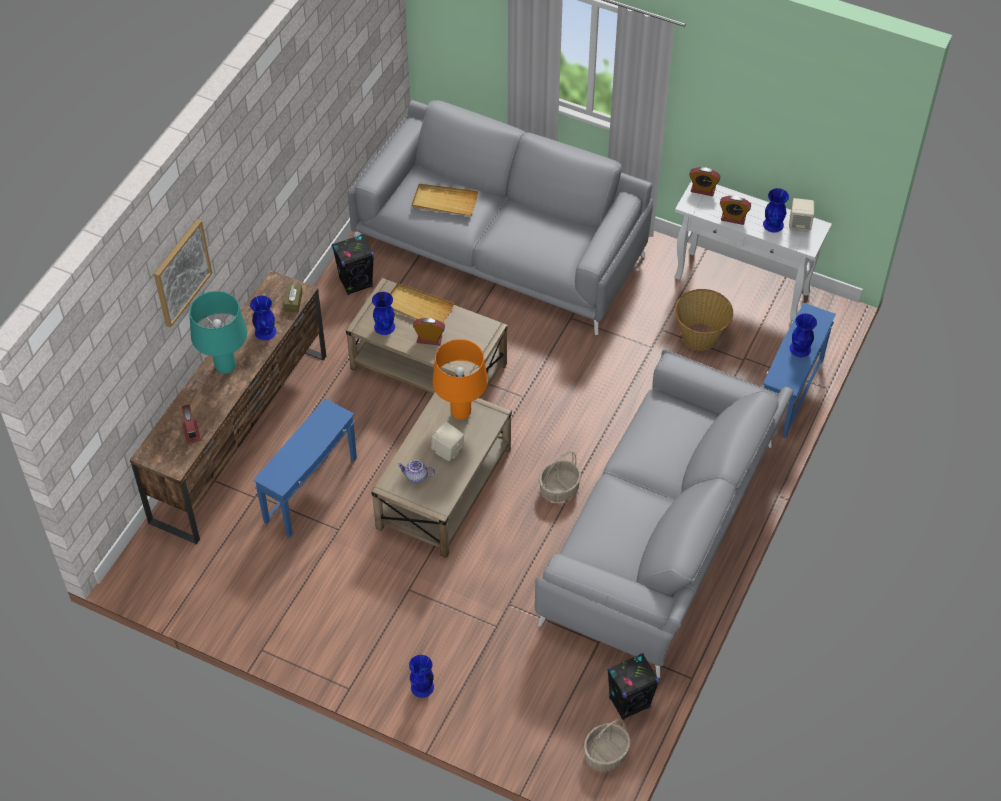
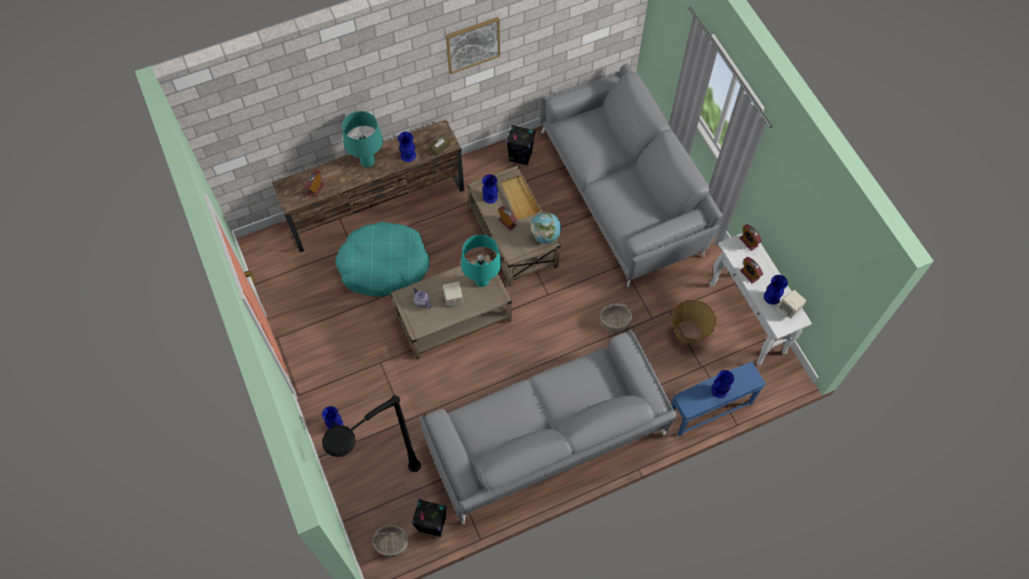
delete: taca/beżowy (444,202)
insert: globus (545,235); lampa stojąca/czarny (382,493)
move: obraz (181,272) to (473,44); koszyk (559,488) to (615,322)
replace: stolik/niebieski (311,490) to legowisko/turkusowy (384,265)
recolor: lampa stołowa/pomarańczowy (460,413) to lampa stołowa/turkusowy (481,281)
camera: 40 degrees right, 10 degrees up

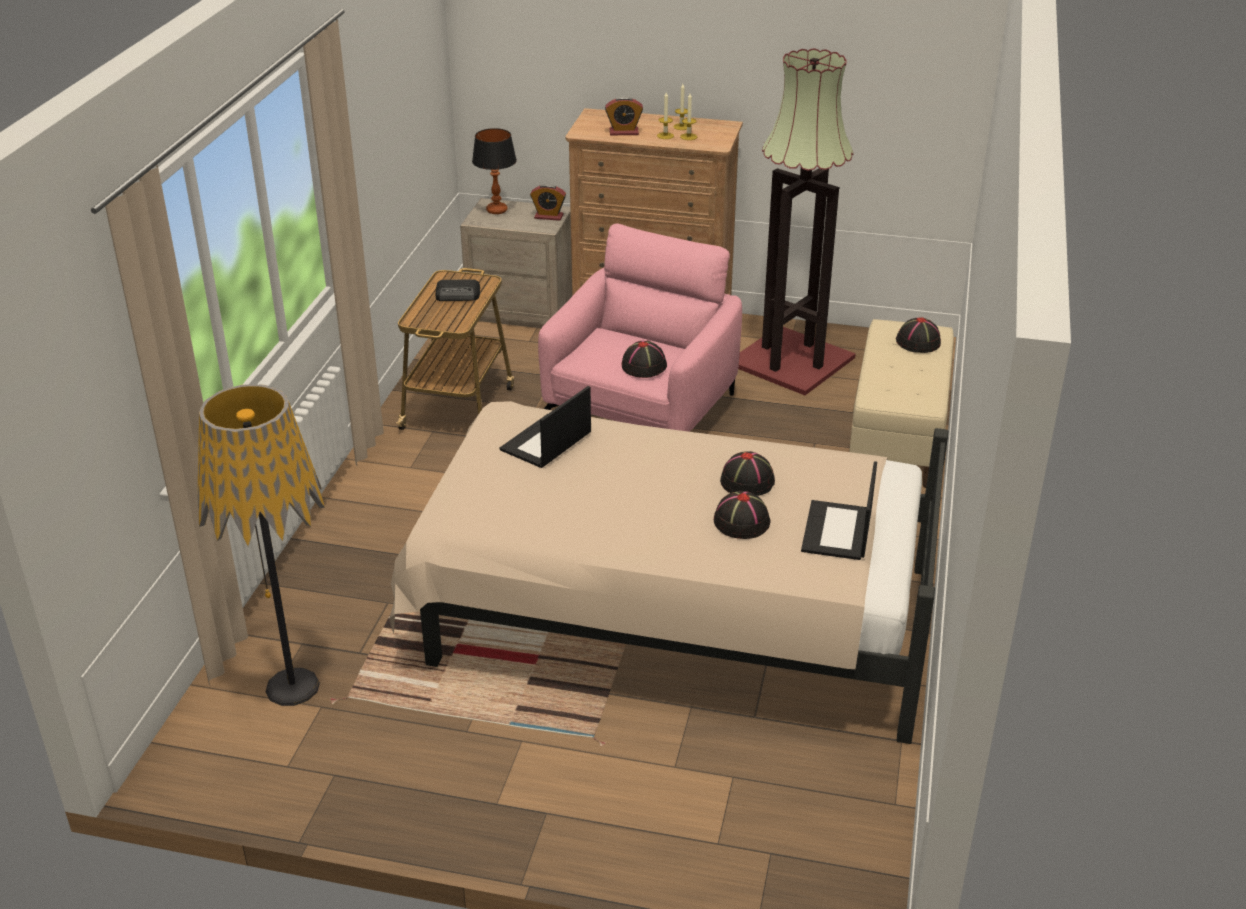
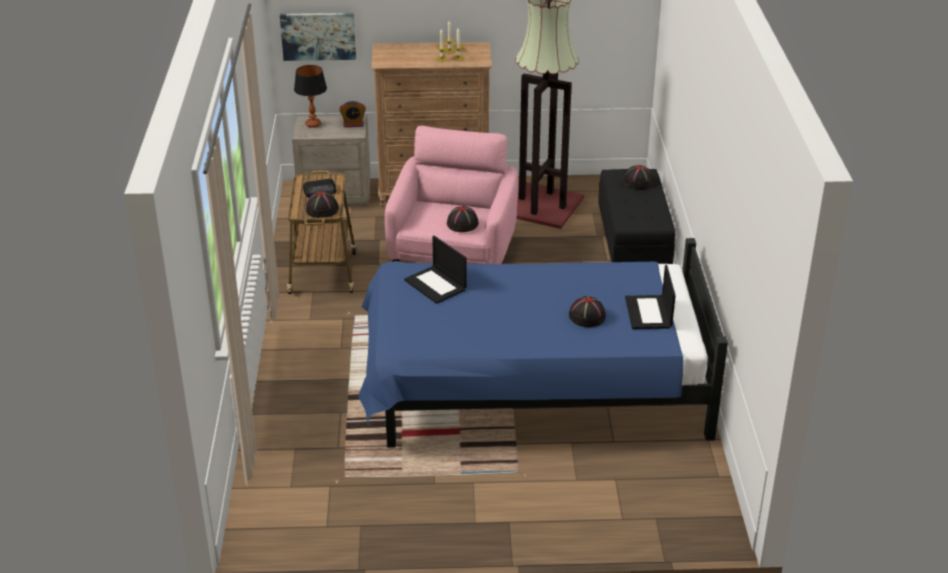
delete: budzik (624,132); lampa stojąca (292,687)
insert: obraz (318,36)
move: kapelusz/czarny (747,481) to (322,209)
recolor: ławka/beżowy (898,436) to ławka/czarny (633,248); łóżko/beżowy (667,611) to łóżko/niebieski (530,386)
rotate: laptop (546,442) = (436,285) 60 degrees counterclockwise
camera: 15 degrees left, 0 degrees up

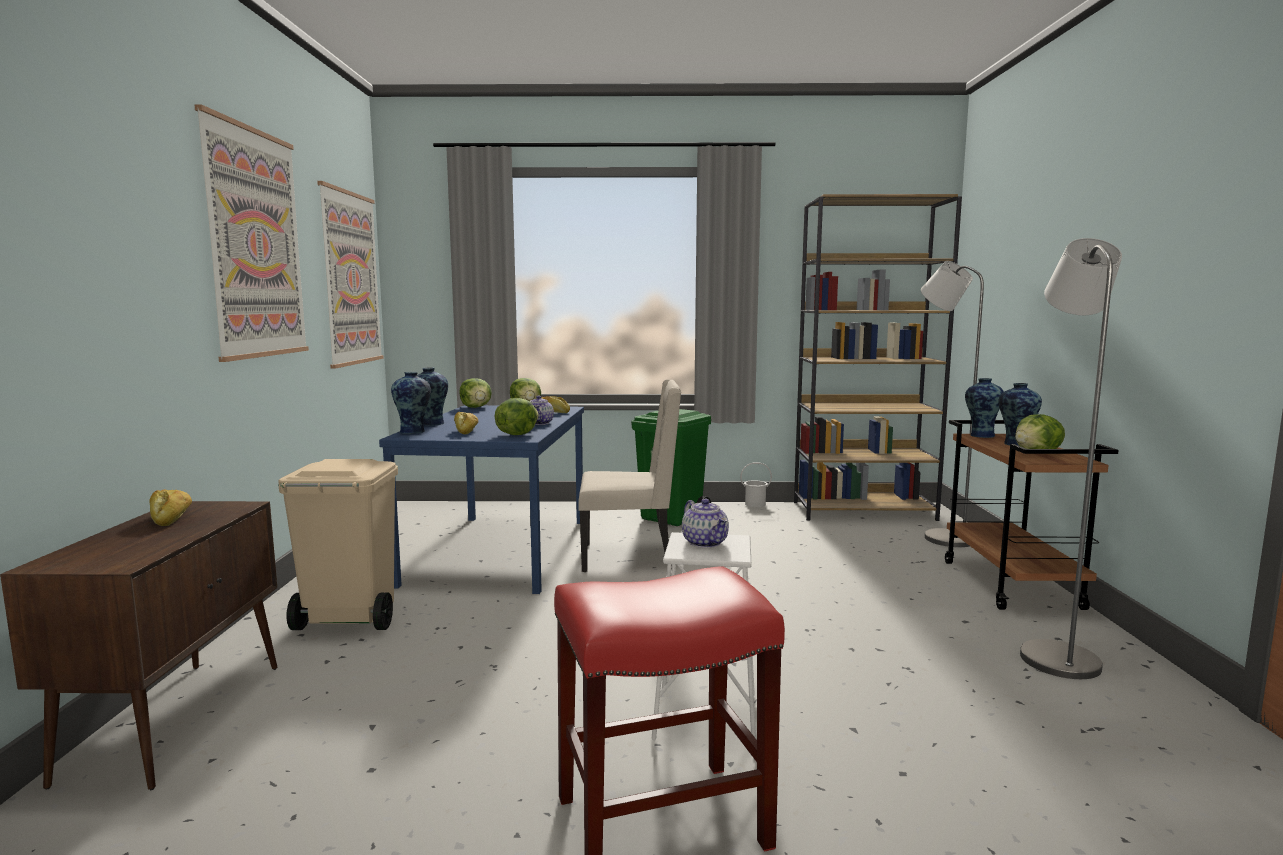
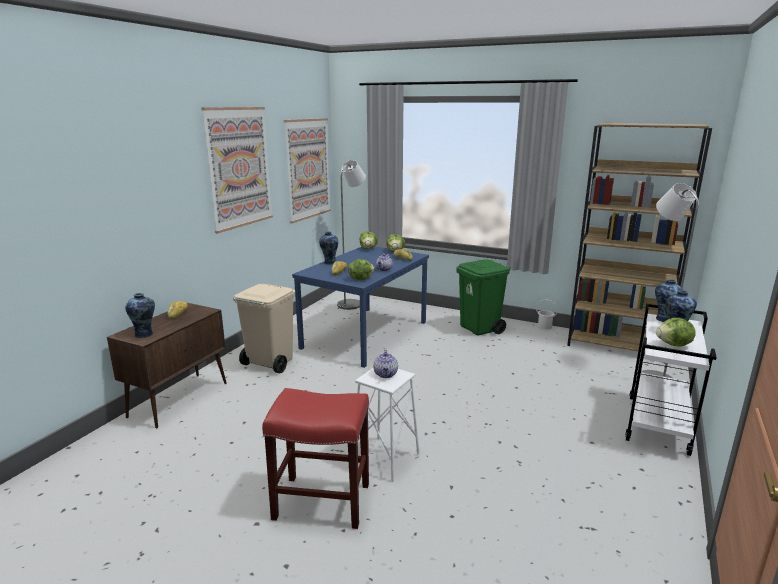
delete: krzesło/beżowy (629,557)
move: lampa stojąca/szary (1054,654) to (352,303); wazon (413,431) to (145,334)
recolor: wózek/brązowy (1012,585) to wózek/biały (658,425)
camera: 25 degrees right, 10 degrees up

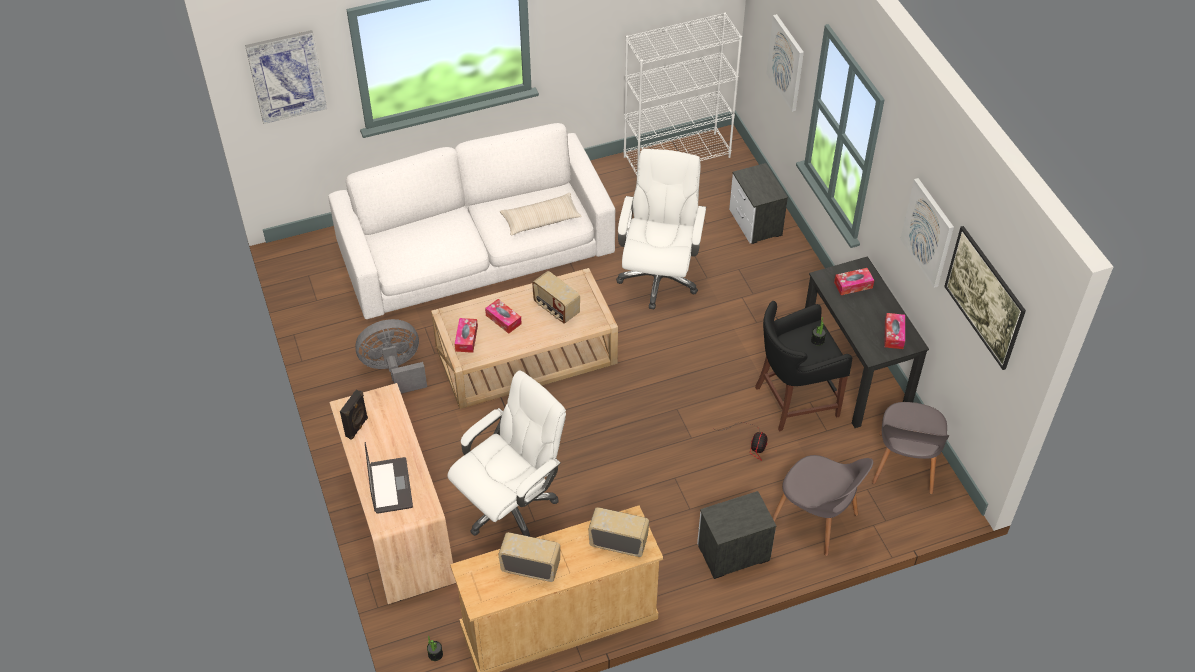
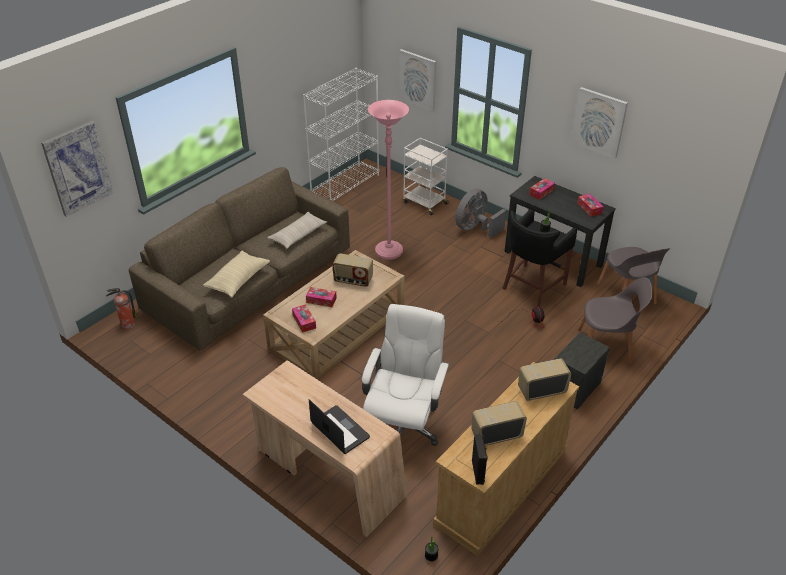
delete: obraz (980,312)
insert: poduszka/beżowy (238,280); gaśnica (127,325)
move: wentylator/szary (394,370) to (475,228); głośnik/czarny (357,427) to (478,472)
replace: krzesło biurowe/biały (658,277) to lampa stojąca/różowy (389,251); szafka nocna (755,223) to wózek/biały (424,203)
recolor: kanapa/biały (476,249) to kanapa/brązowy (250,279)
camera: 30 degrees left, 10 degrees down

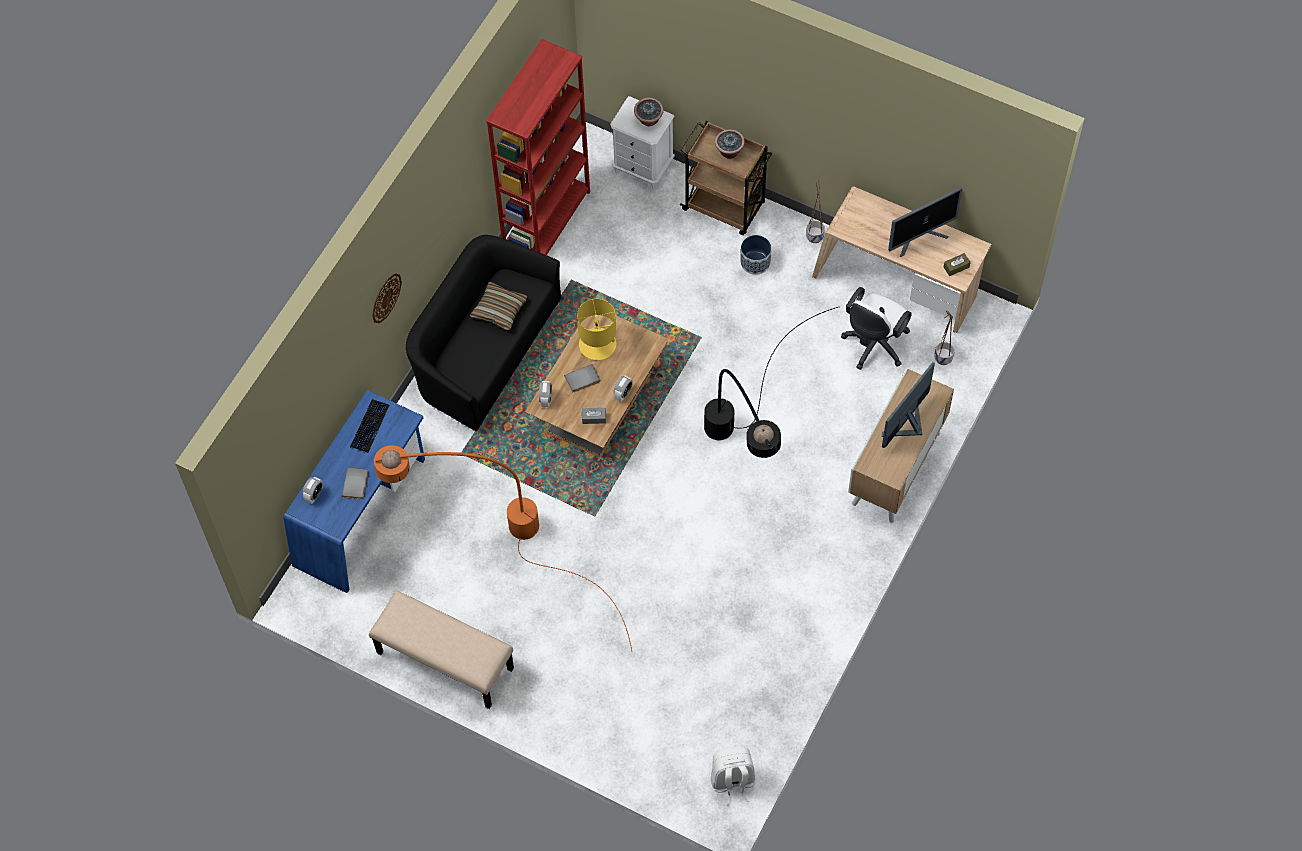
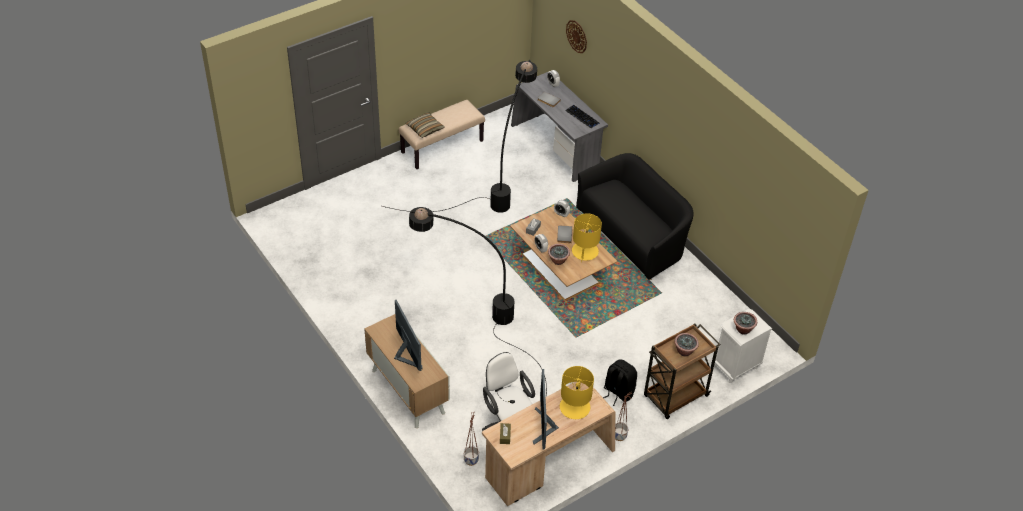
delete: regał/czerwony (547,221); plecak/biały (732,781)
insert: roślina doniczkowa (558,261); lampa stołowa/żółty (575,407)
move: zegar ścienny (386,297) to (576,36); poduszka (499,310) to (425,129)
replace: donica (755,262) to plecak/czarny (618,392)
recolor: biurko/niebieski (363,513) to biurko/szary (556,148); lampa stojąca/pomarańczowy (490,548) to lampa stojąca/czarny (496,187)
camera: 115 degrees right, 15 degrees down

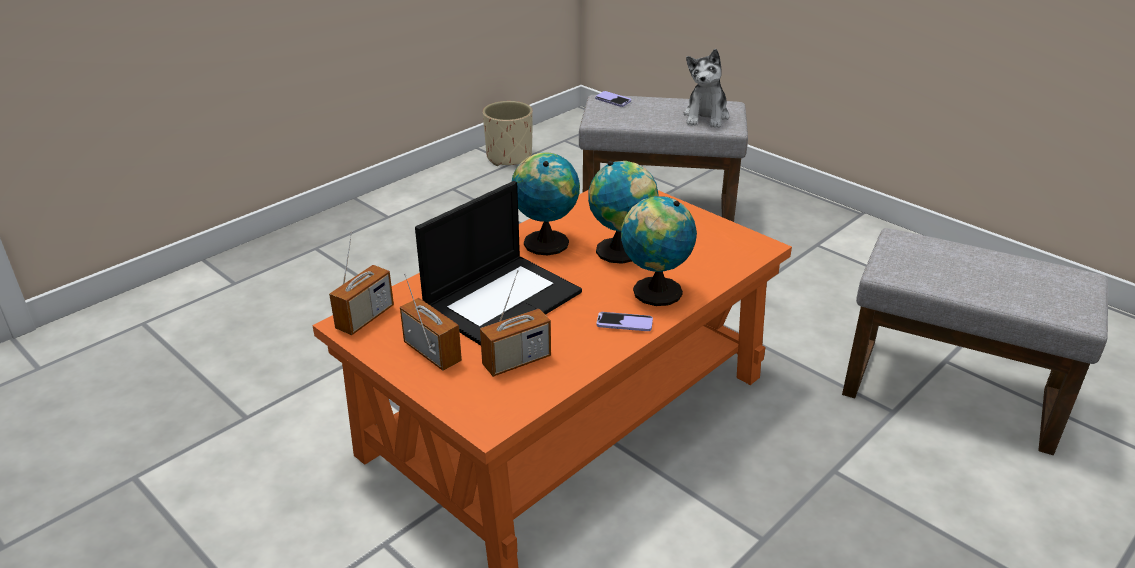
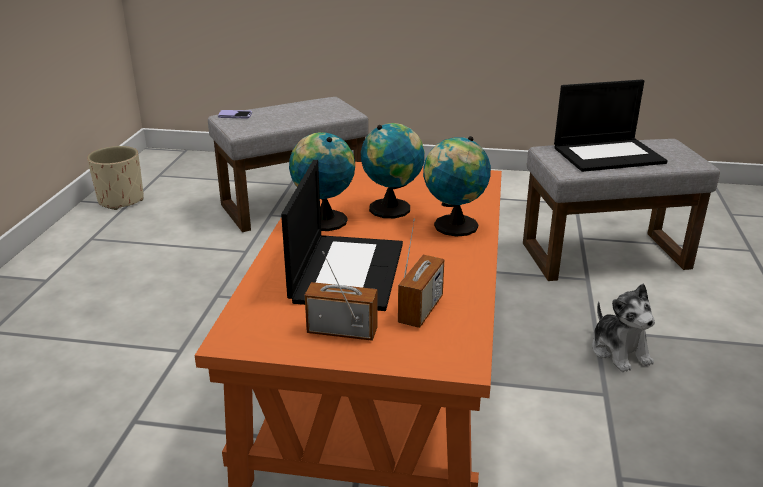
delete: radio (365,318); telefon (624,323)
insert: laptop (608,155)
move: pluszak (706,117) to (619,351)
camera: 35 degrees left, 5 degrees down

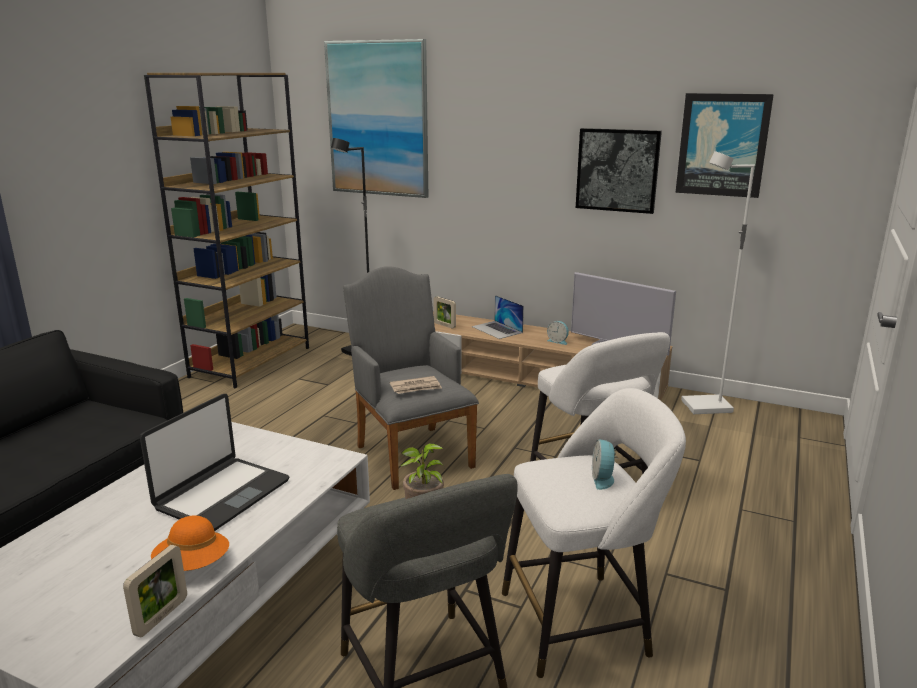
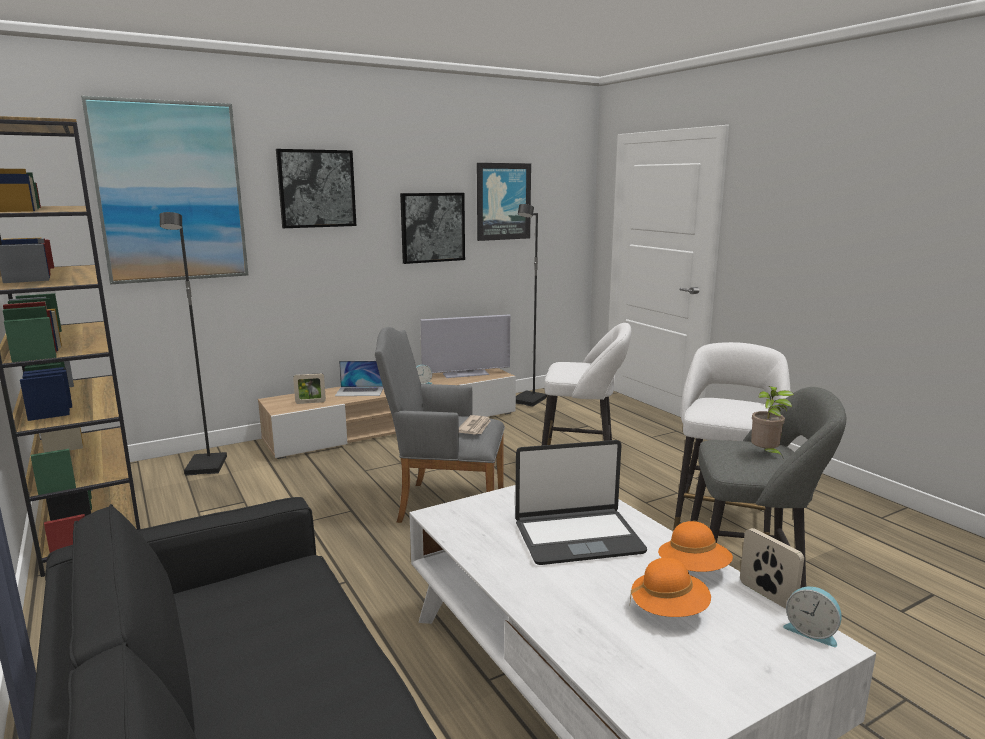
insert: obraz (316,188); kapelusz/pomarańczowy (669,610)
move: budzik (603,478) to (811,631)
recolor: lampa stojąca/biały (706,407) to lampa stojąca/czarny (529,400)
rotate: laptop (222,494) = (577,537) 105 degrees clockwise
camera: 55 degrees left, 5 degrees down

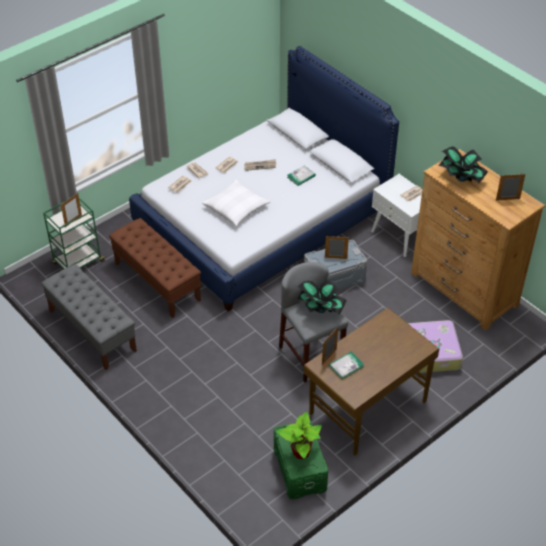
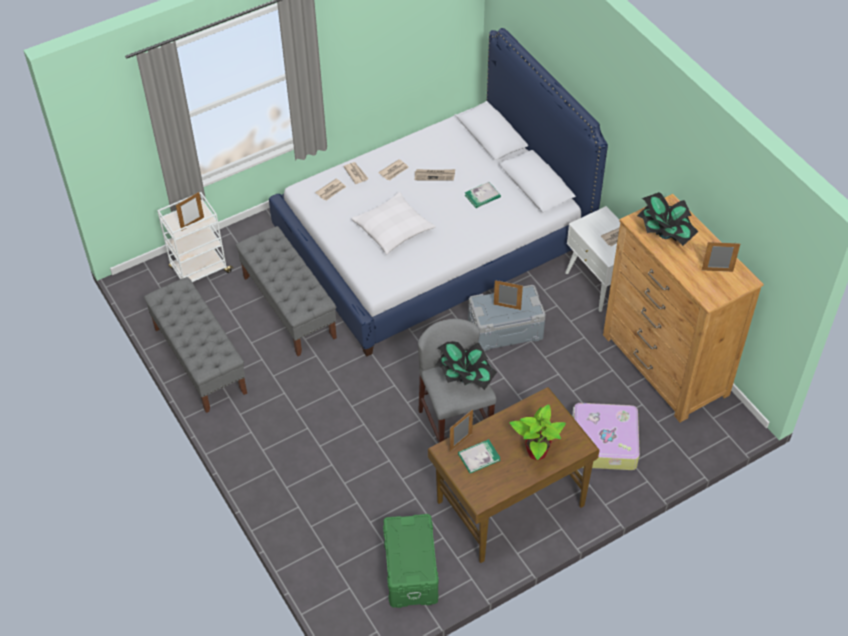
move: roślina doniczkowa (301,452) to (537,452)
recolor: wózek/zielony (78,263) to wózek/biały (200,271); ławka/brązowy (157,282) to ławka/szary (289,307)
camera: 10 degrees right, 5 degrees up

